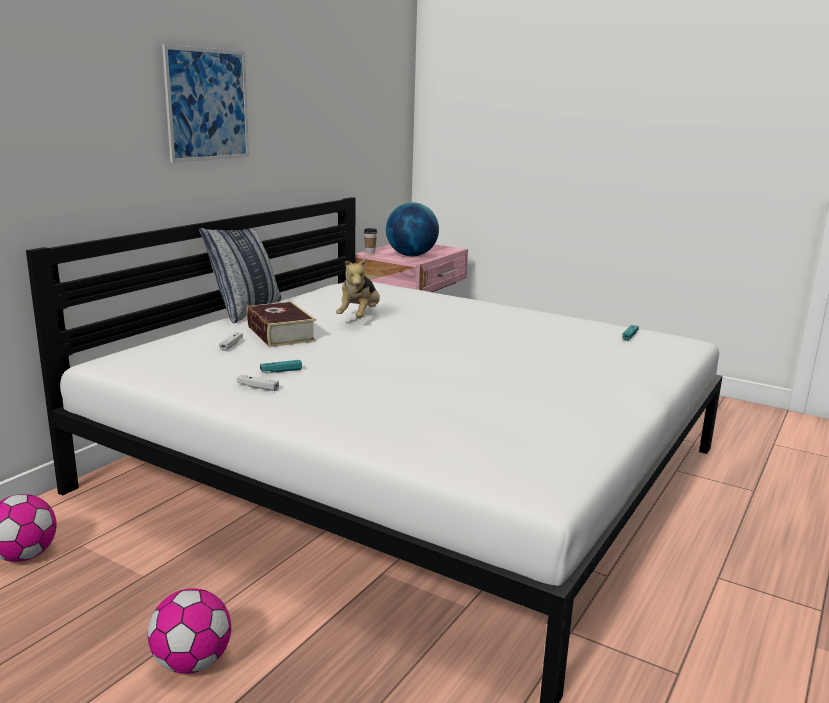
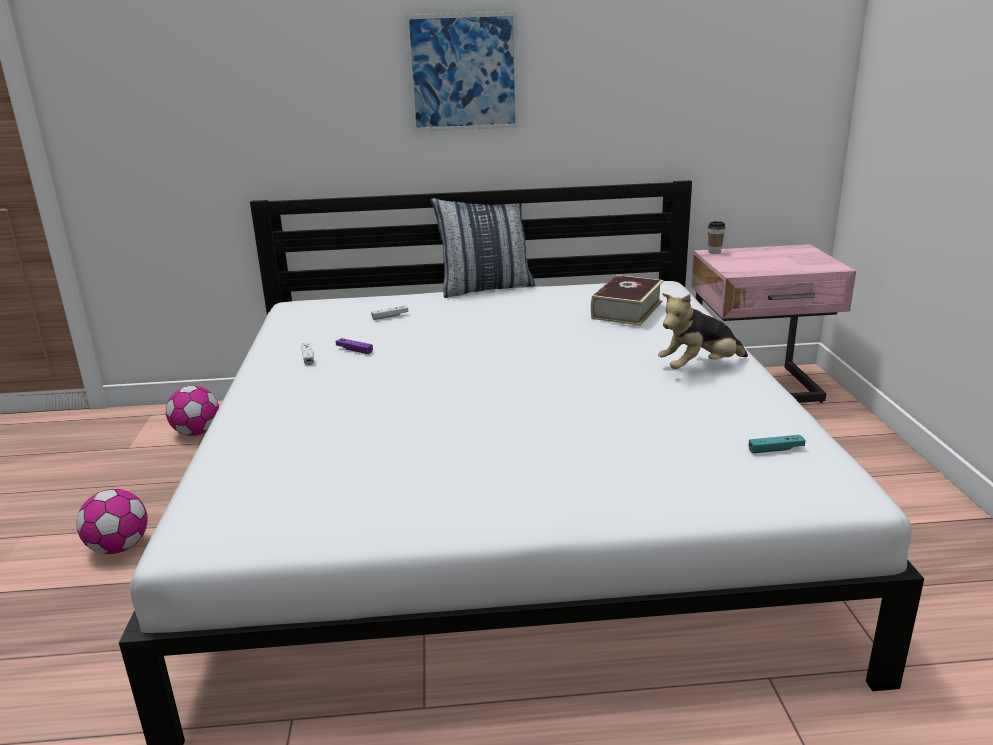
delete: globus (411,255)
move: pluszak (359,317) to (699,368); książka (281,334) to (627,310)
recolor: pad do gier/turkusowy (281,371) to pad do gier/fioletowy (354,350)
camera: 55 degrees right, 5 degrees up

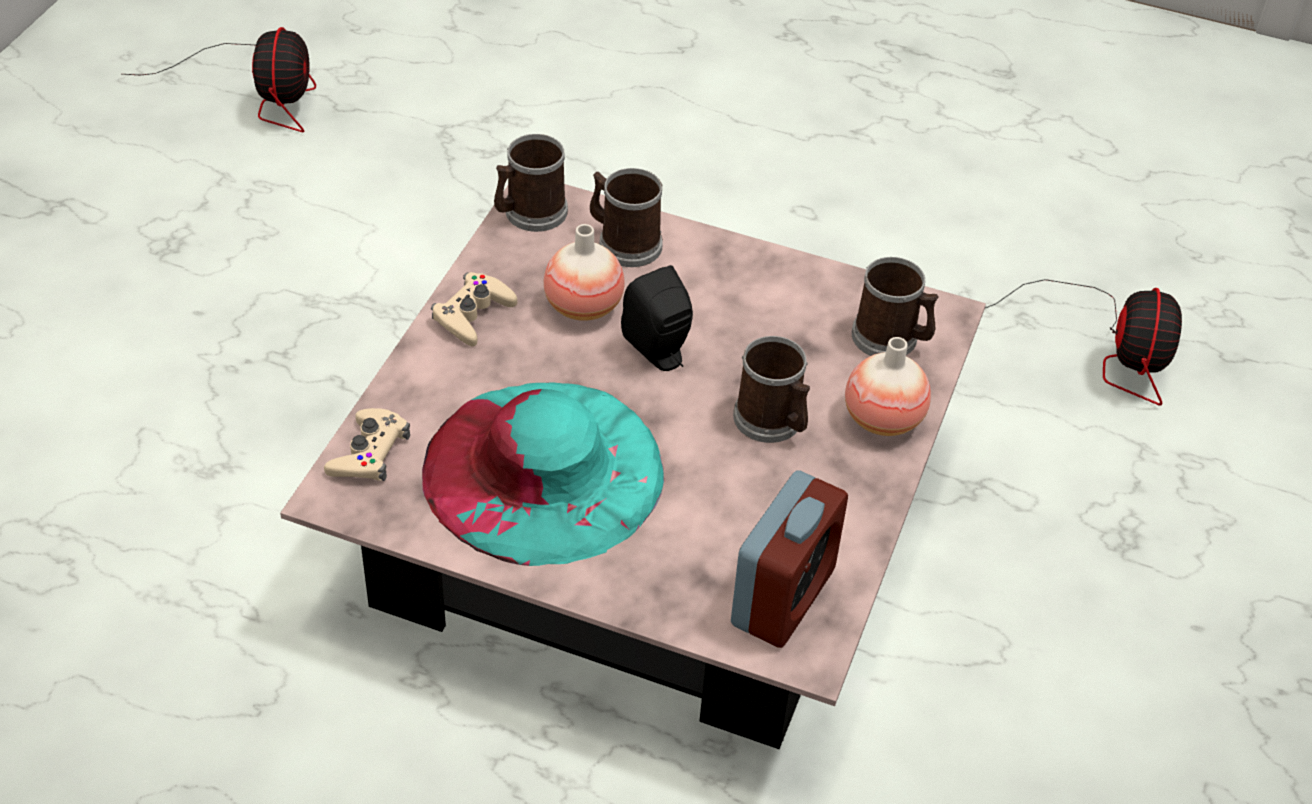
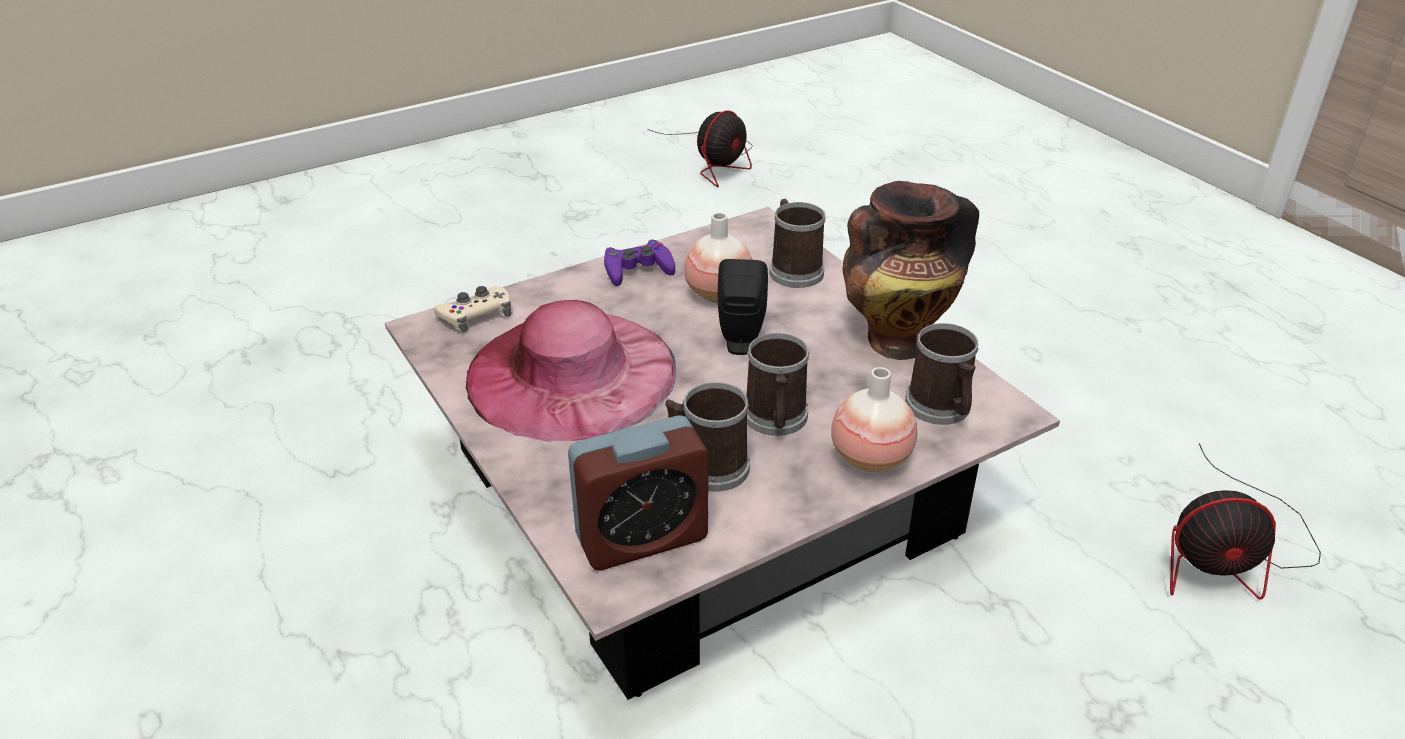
insert: wazon (897,340)
move: kubek (529,213) to (706,467)
recolor: pad do gier/beżowy (473,315) to pad do gier/fioletowy (638,269); kapelusz/turkusowy (543,470) to kapelusz/różowy (571,373)
rotate: wentylator (1101,348) = (1228,555) 45 degrees clockwise
camera: 40 degrees right, 10 degrees down

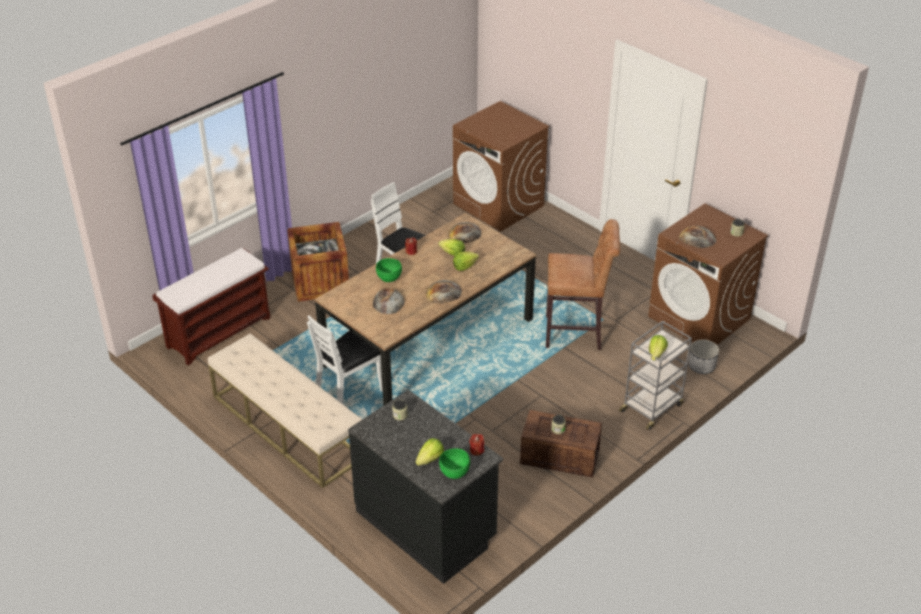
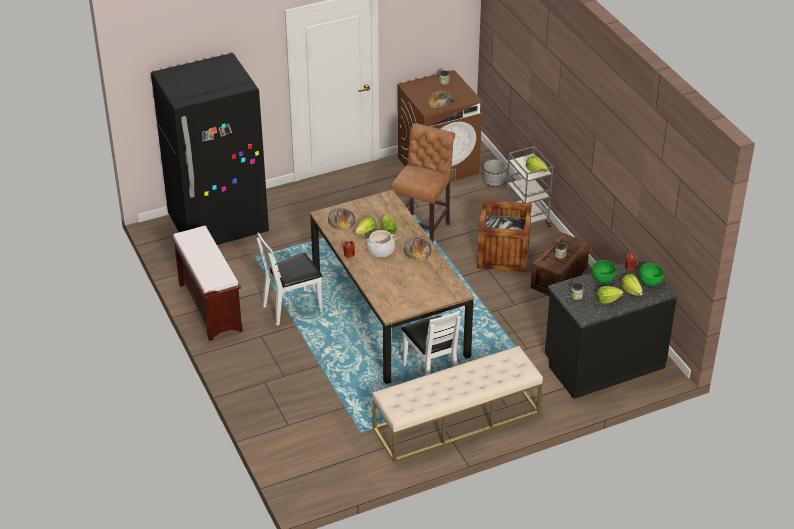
delete: chleb (388,302)
insert: garnek (381,250); sałata (607,300)
move: skrzynka (320,282) to (503,254); ławka/brązowy (219,331) to (209,307); miska/zielony (389,278) to (603,280)
replace: pralka/brązowy (499,205) to lodówka/czarny (218,226)
camera: 70 degrees left, 0 degrees up

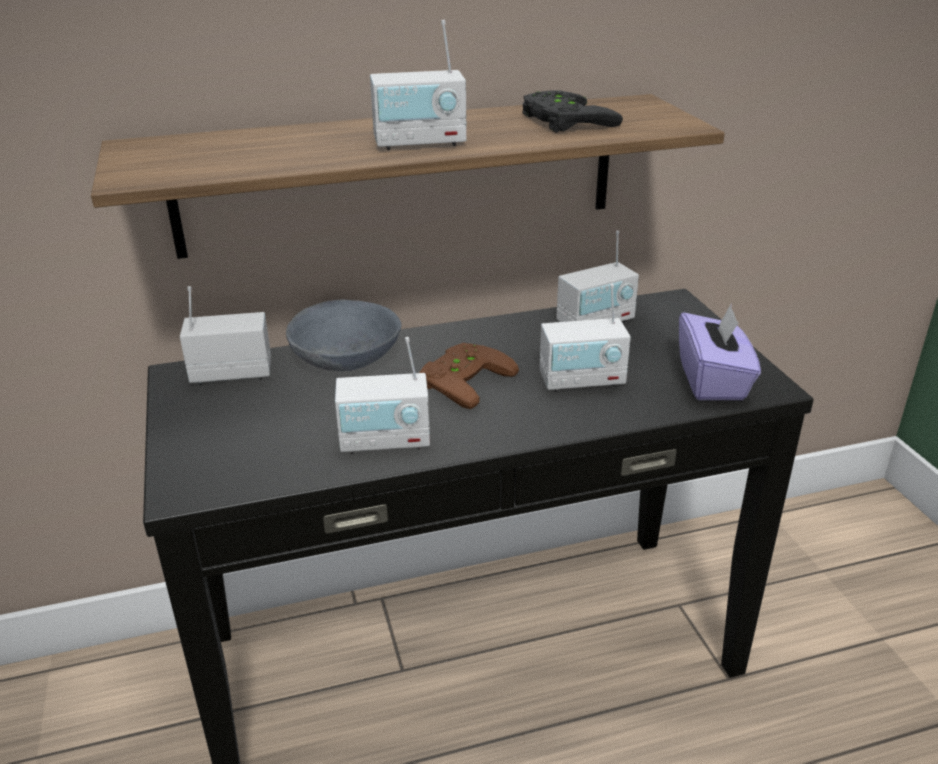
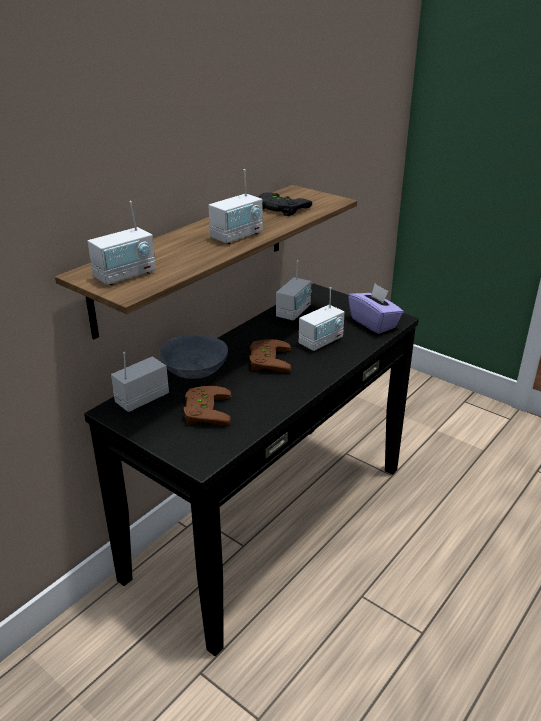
insert: pad do gier/brązowy (203,410)
move: radio (385,441) to (125,275)
camera: 35 degrees left, 0 degrees up

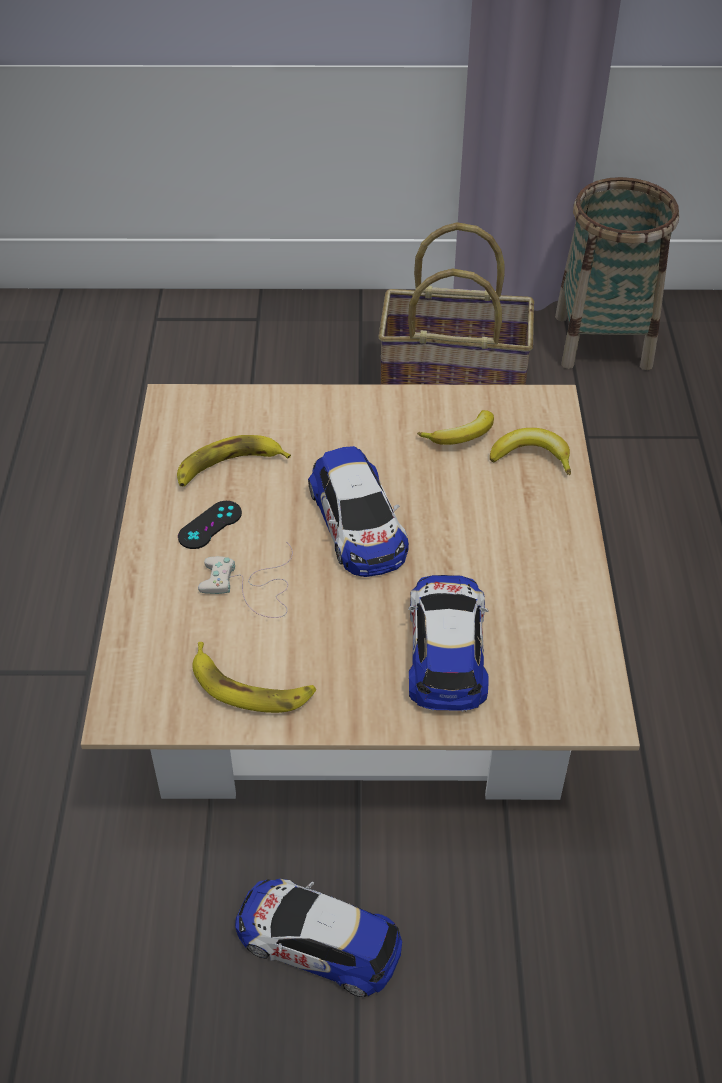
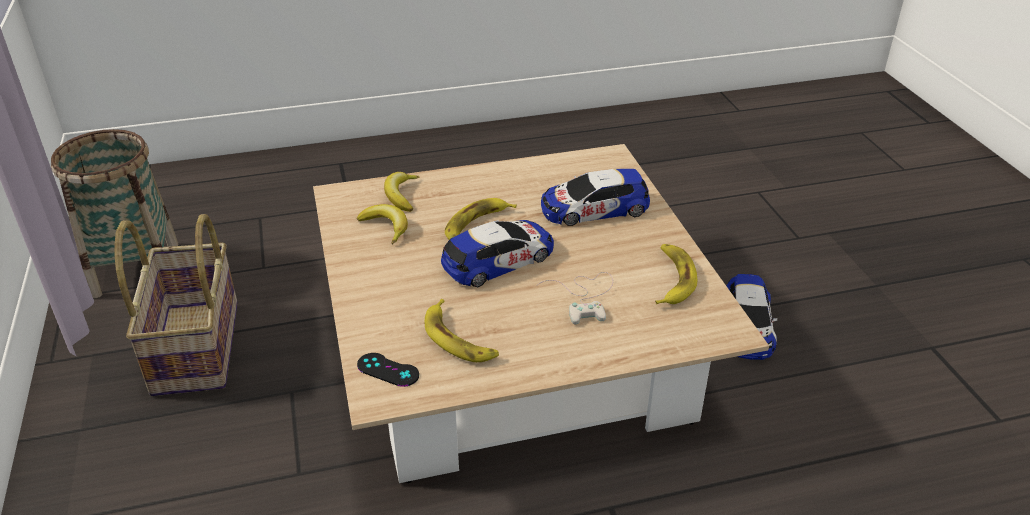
insert: banan (476,225)
move: pad do gier/czarny (210,525) to (388,370)
camera: 105 degrees left, 10 degrees down

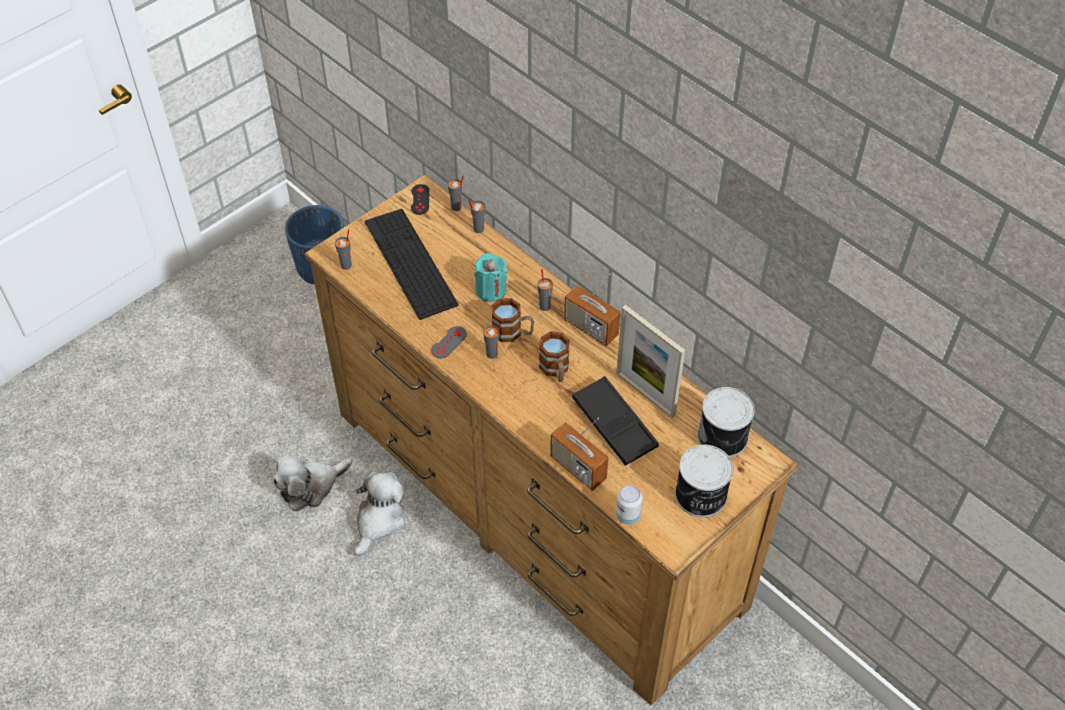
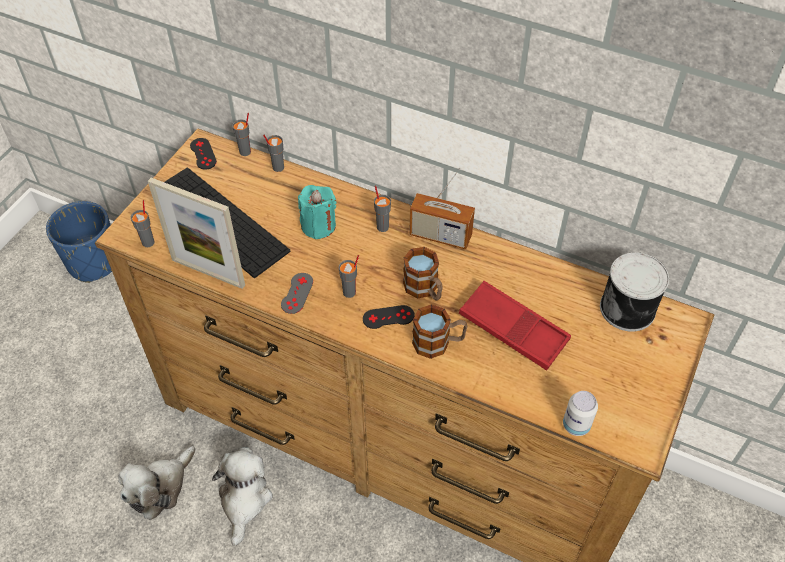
delete: radio (578,468); puszka (701,496)
insert: pad do gier/czarny (388,317)
move: kubek (513,332) to (438,343); ramka na zdjęcie (645,394) to (208,272)
recolor: taca/czarny (614,425) to taca/czerwony (513,330)
camera: 20 degrees left, 0 degrees up

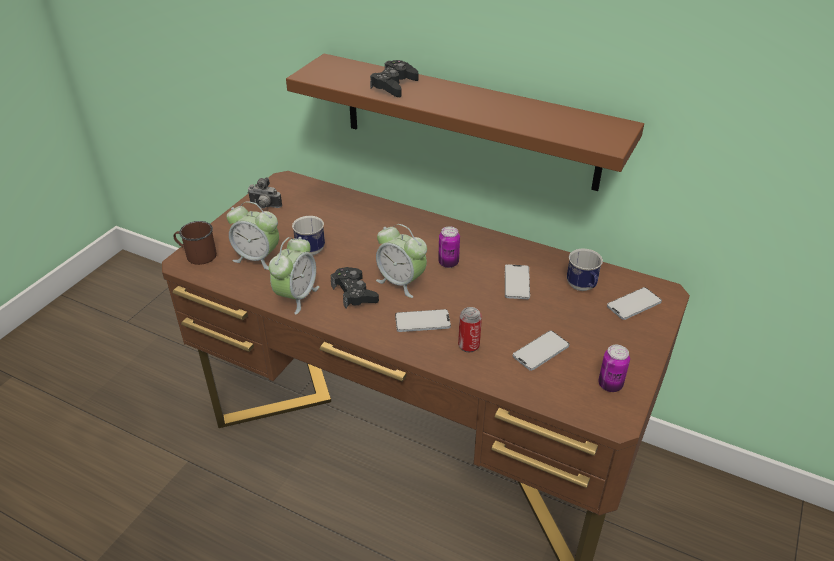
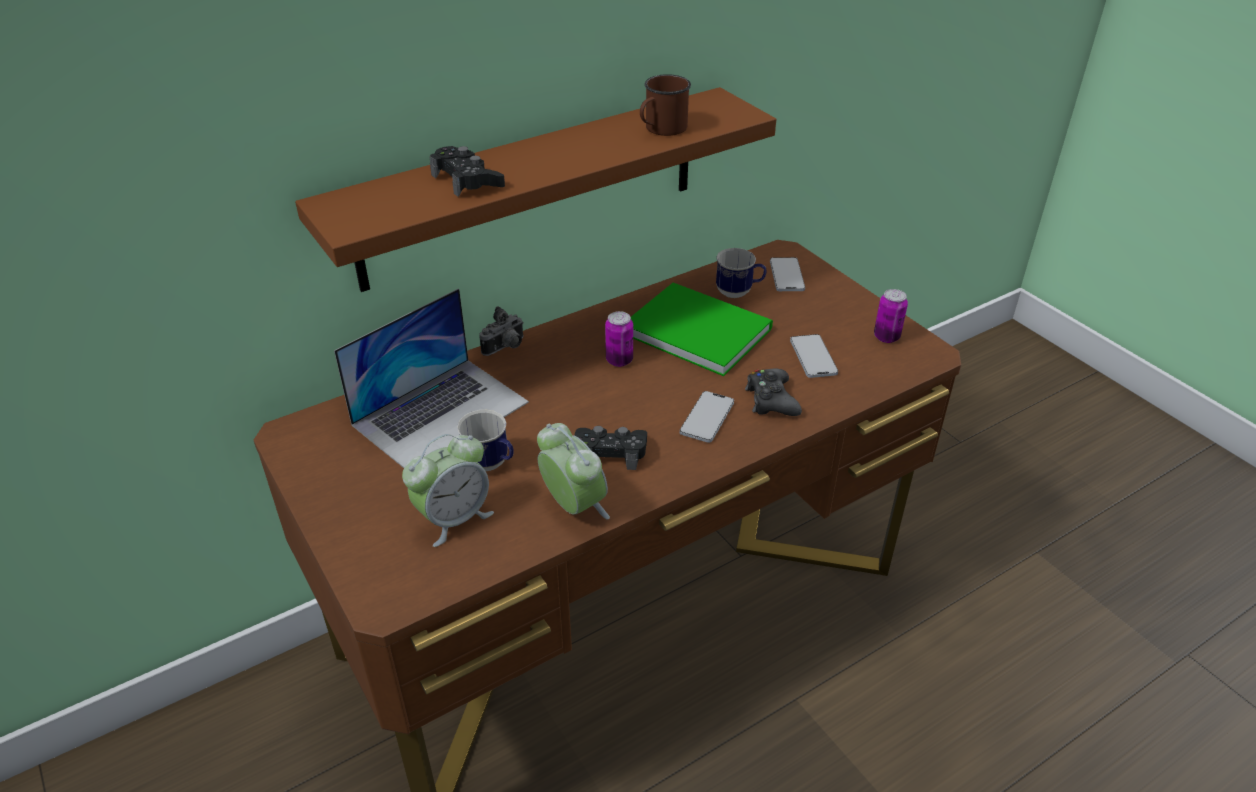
delete: budzik (401,282)
insert: laptop (441,413)
move: aparat fotograficzny (264,206) to (506,348); kubek/brązowy (197,255) to (661,129)
replace: telefon (517,282) to książka/zielony (695,328); puszka (468,345) to pad do gier/czarny (771,400)
camera: 60 degrees left, 0 degrees up

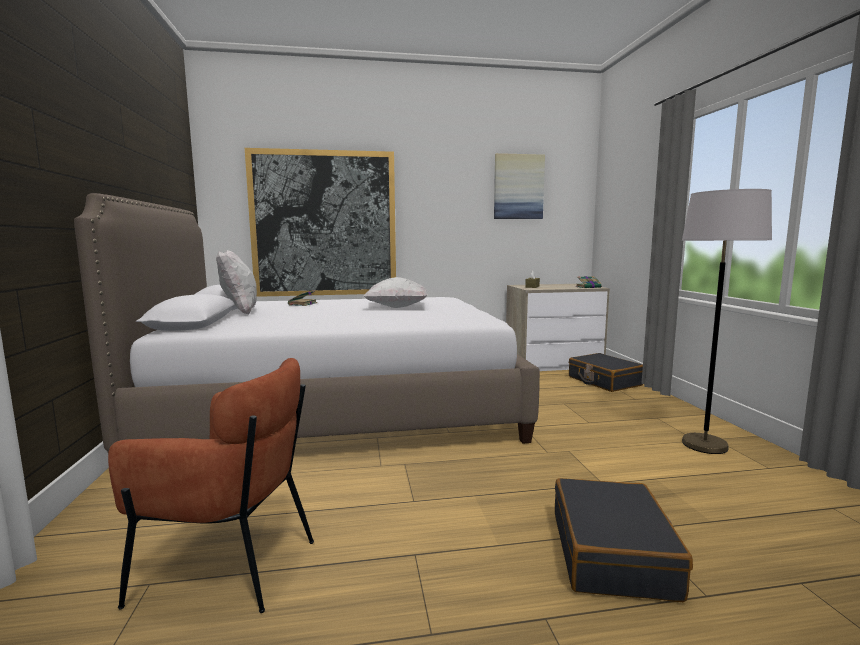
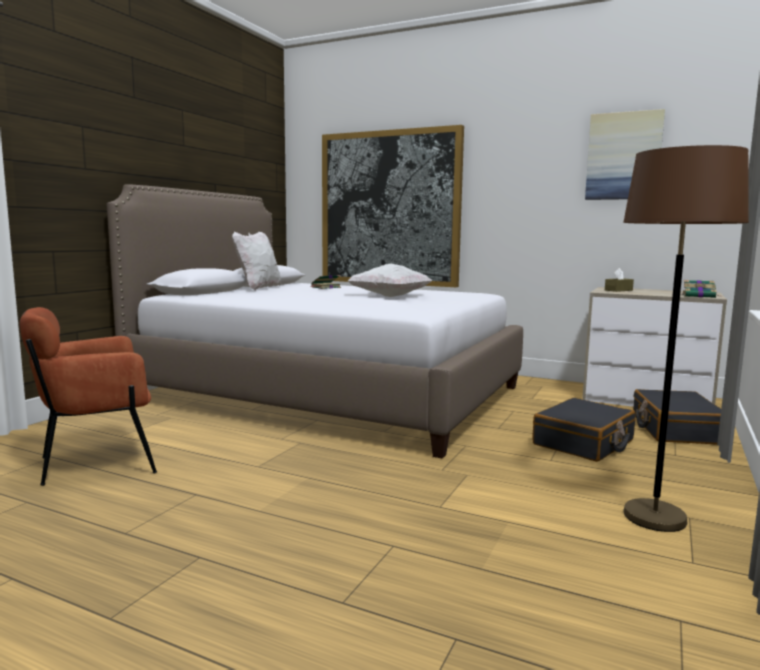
move: walizka/czarny (612,553) to (584,443)
recolor: lampa stojąca/szary (704,445) to lampa stojąca/brązowy (654,517)
rotate: fotel/brązowy (231,565) = (98,462) 105 degrees clockwise
camera: 35 degrees right, 0 degrees up

